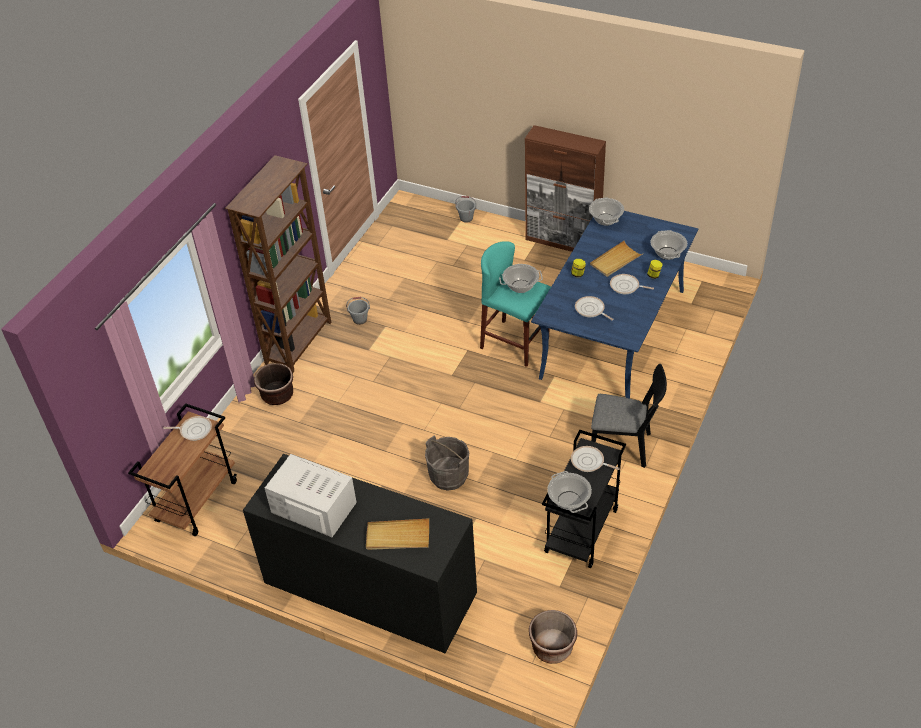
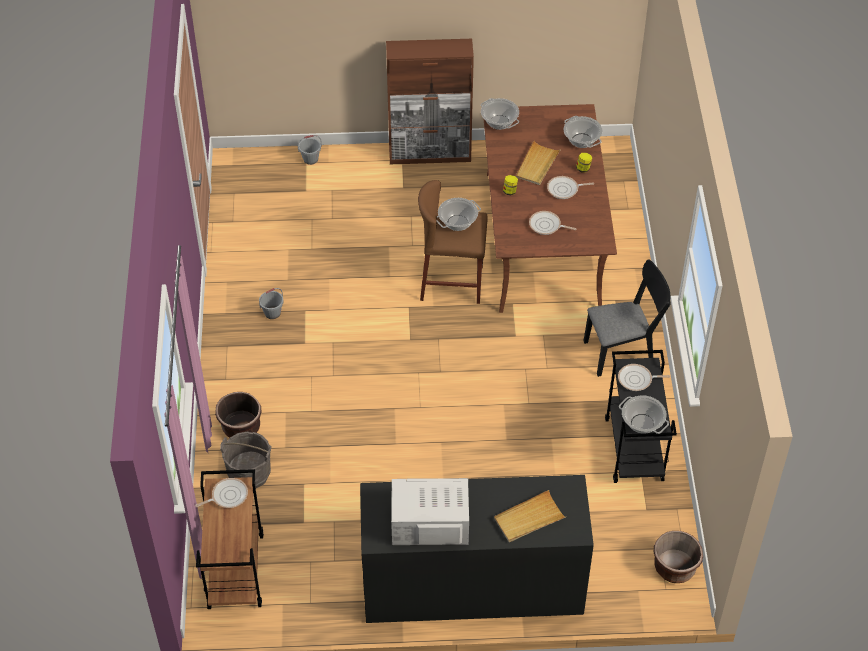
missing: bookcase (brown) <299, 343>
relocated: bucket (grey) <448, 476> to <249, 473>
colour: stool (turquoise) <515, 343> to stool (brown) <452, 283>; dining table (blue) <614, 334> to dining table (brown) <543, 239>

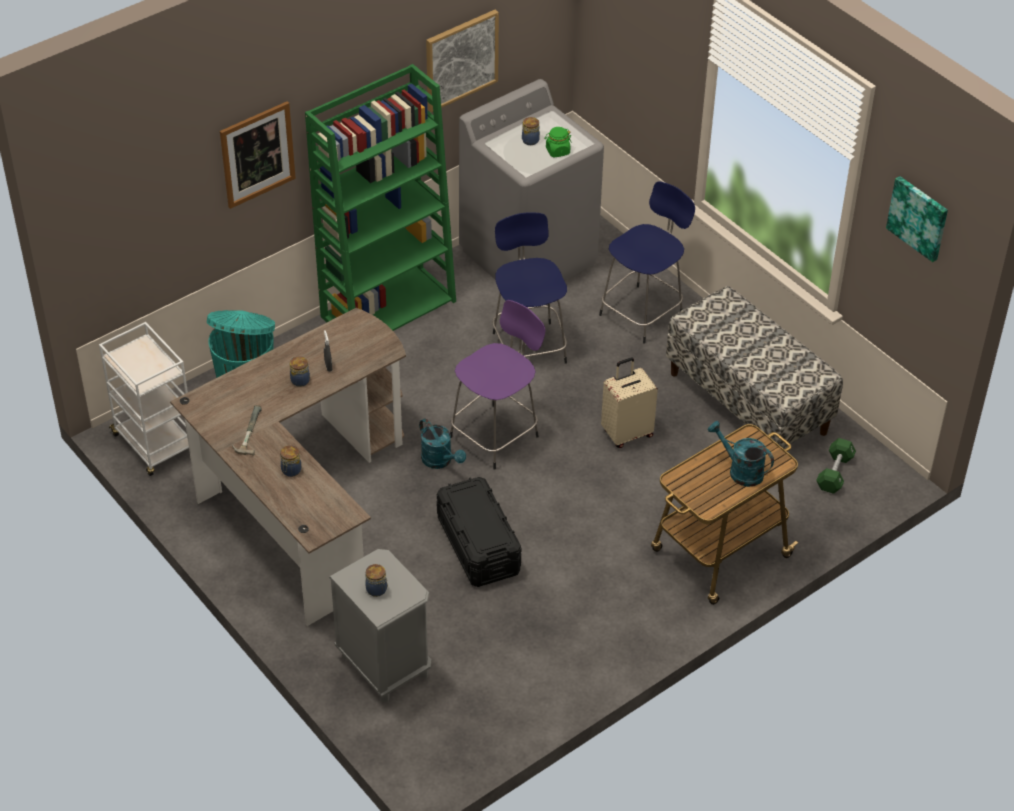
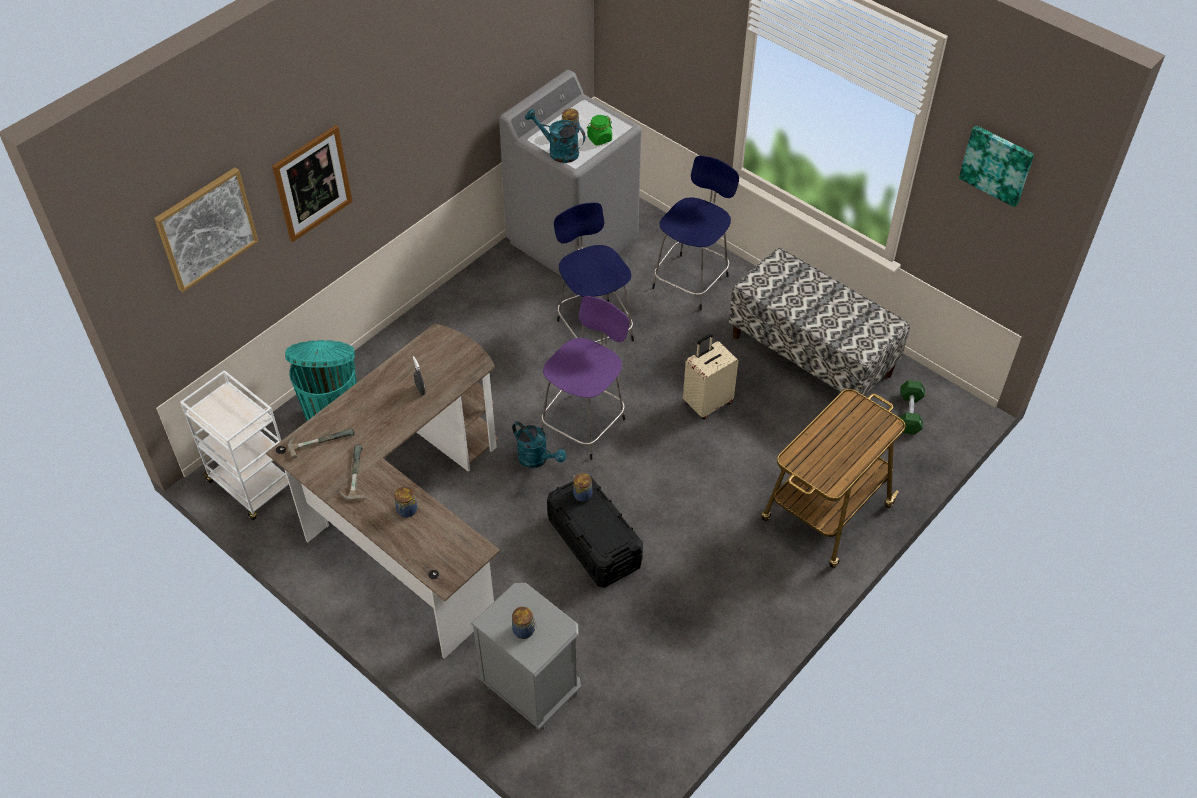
missing: bookcase (green) <389, 308>
appeared: hammer <320, 439>
relocated: picture <461, 59> to <206, 228>; watering can (turquoise) <740, 471> to <558, 151>; jar <299, 380> to <582, 494>

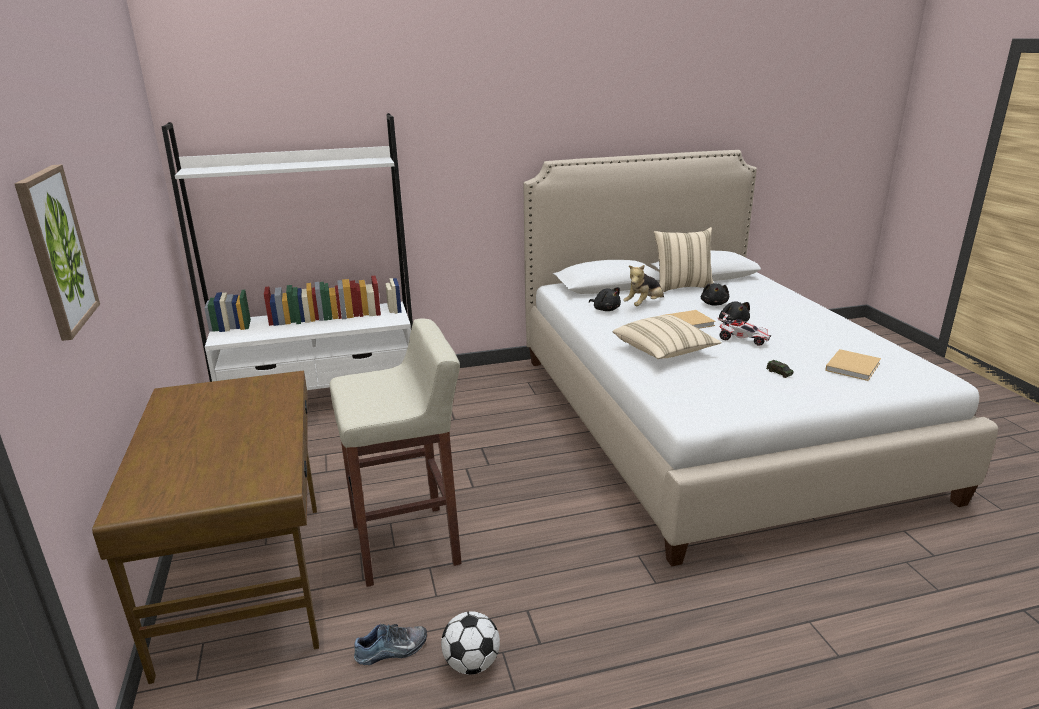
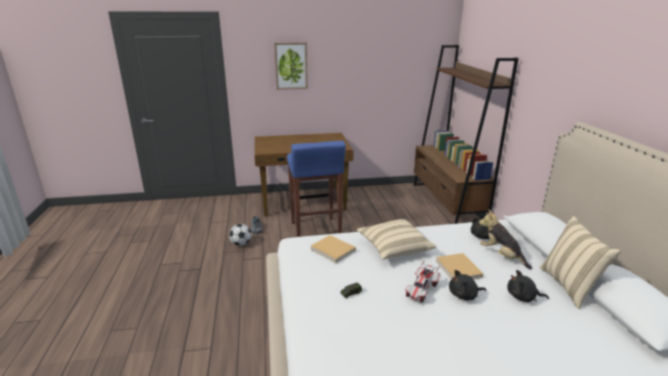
relocated: book (beige) <853, 366> to <333, 250>
colour: stool (beige) <407, 544> to stool (blue) <315, 230>; bookcase (white) <322, 399> to bookcase (brown) <447, 204>

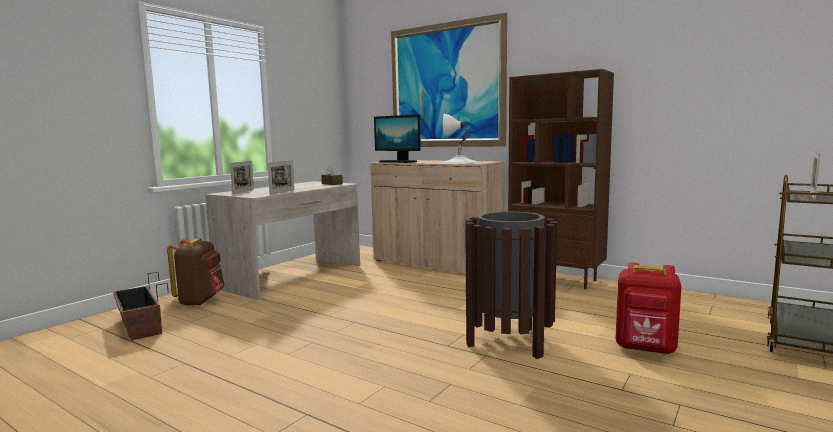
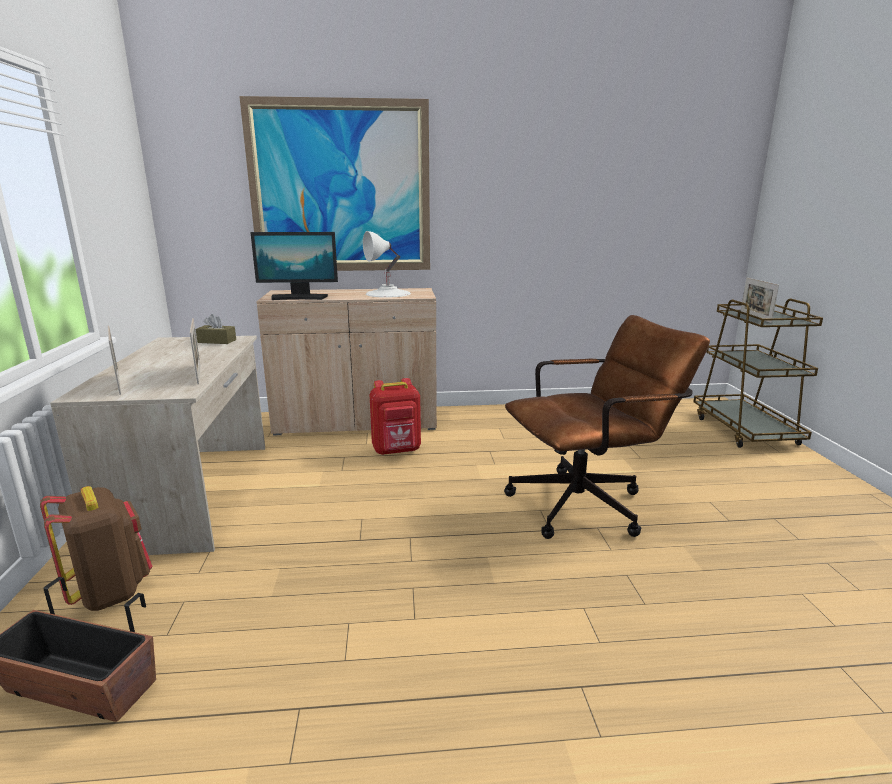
missing: bookcase (brown) <556, 279>
relocated: backpack (red) <645, 349> to <397, 451>
exchanged: trash can (brown) <509, 342> to office chair (brown) <588, 504>

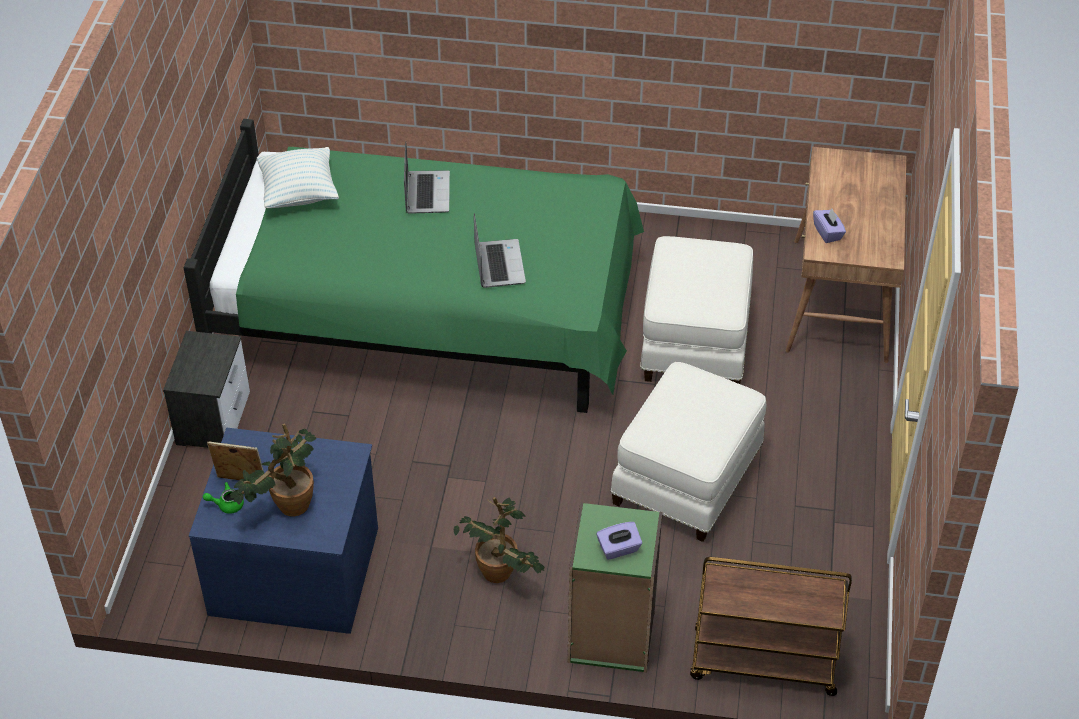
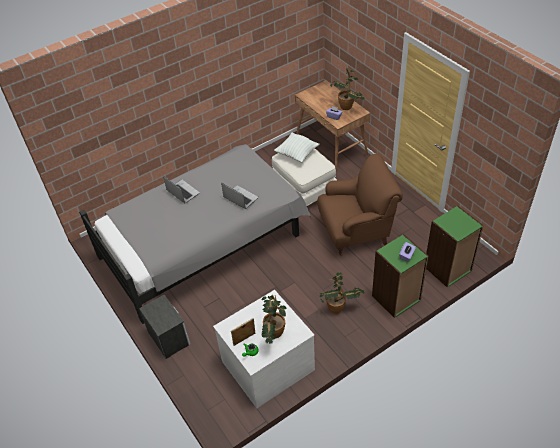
appeared: potted plant <347, 108>
relocated: pillow <299, 193> to <297, 154>
exchanged: ottoman (white) <688, 479> to armchair (brown) <356, 232>; cart (brown) <762, 663> to bookcase (green) <448, 269>
colour: bed (green) <430, 314> to bed (grey) <205, 242>; dresser (blue) <295, 568> to dresser (white) <267, 364>

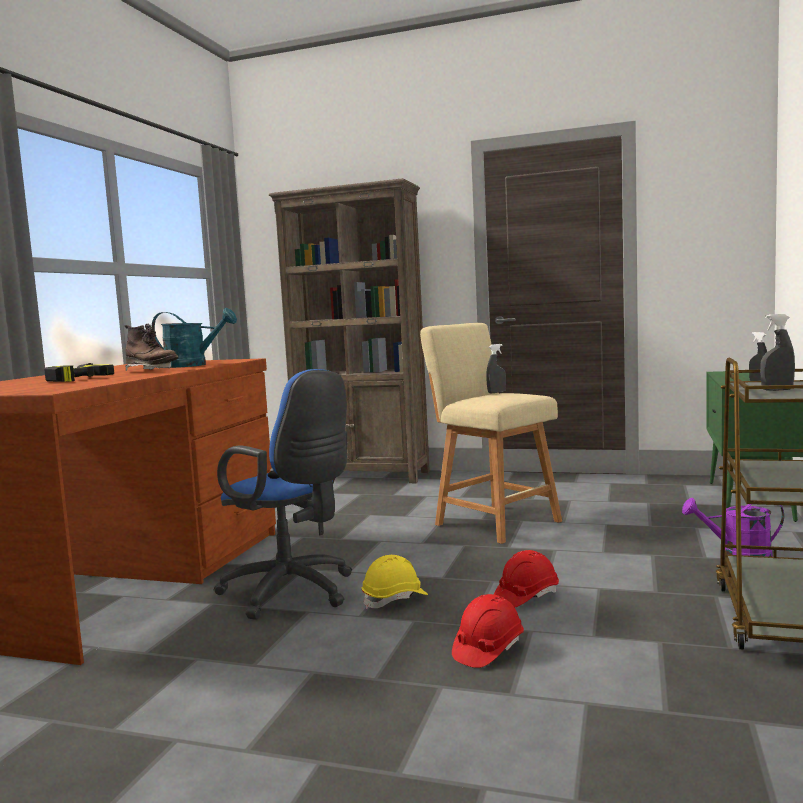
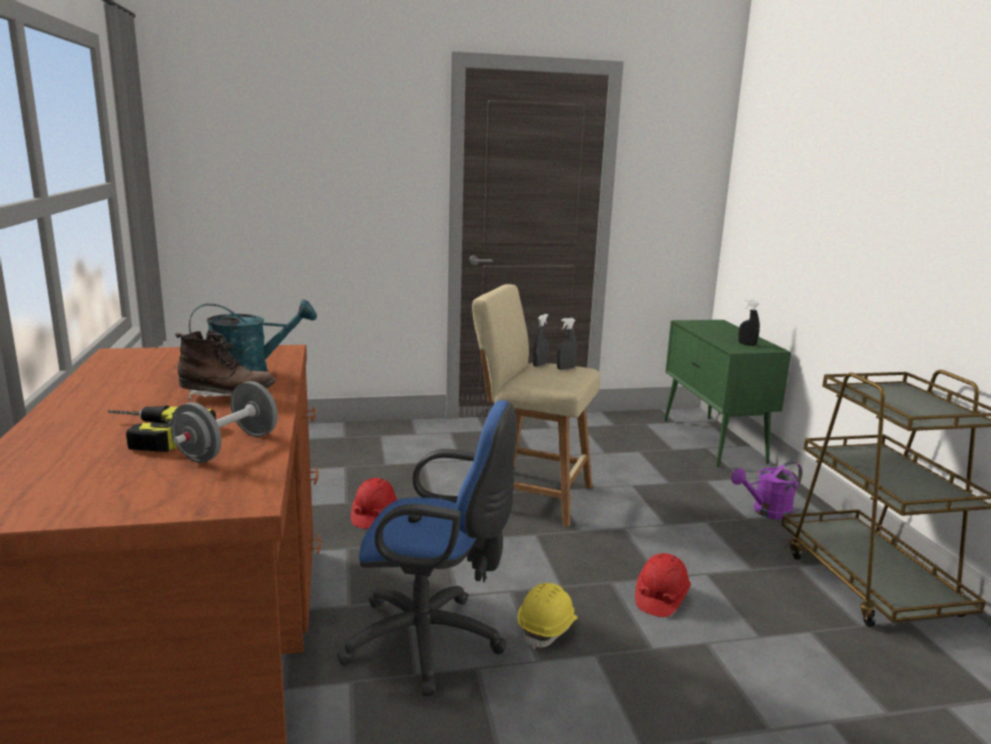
missing: bookcase (brown) <363, 476>
appeared: dumbbell (grey) <228, 447>
relocated: hard hat (red) <488, 649> to <373, 515>; spray bottle (grey) <777, 390> to <565, 368>

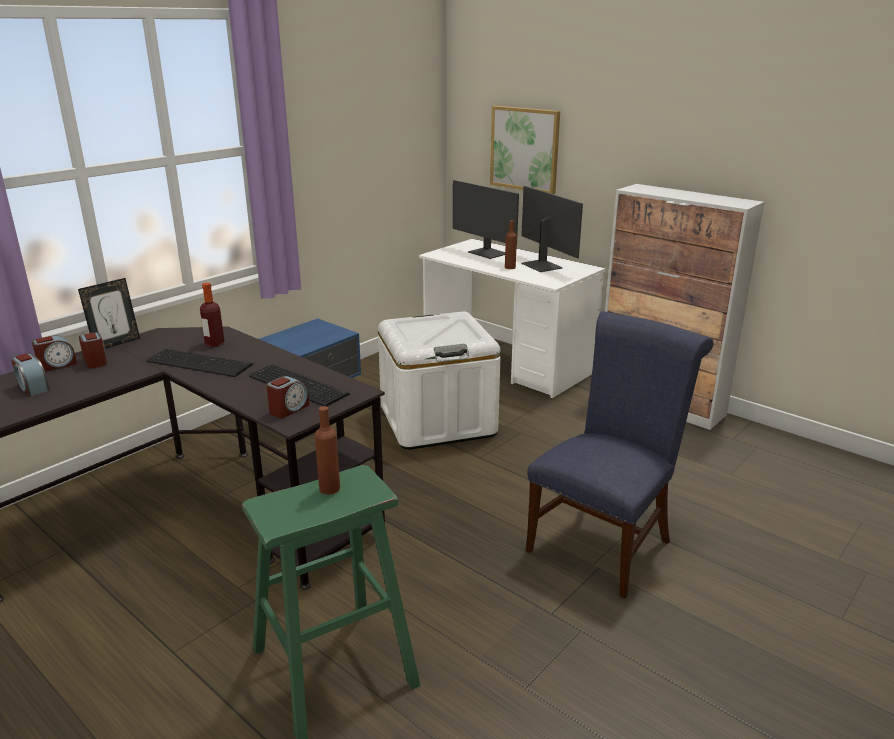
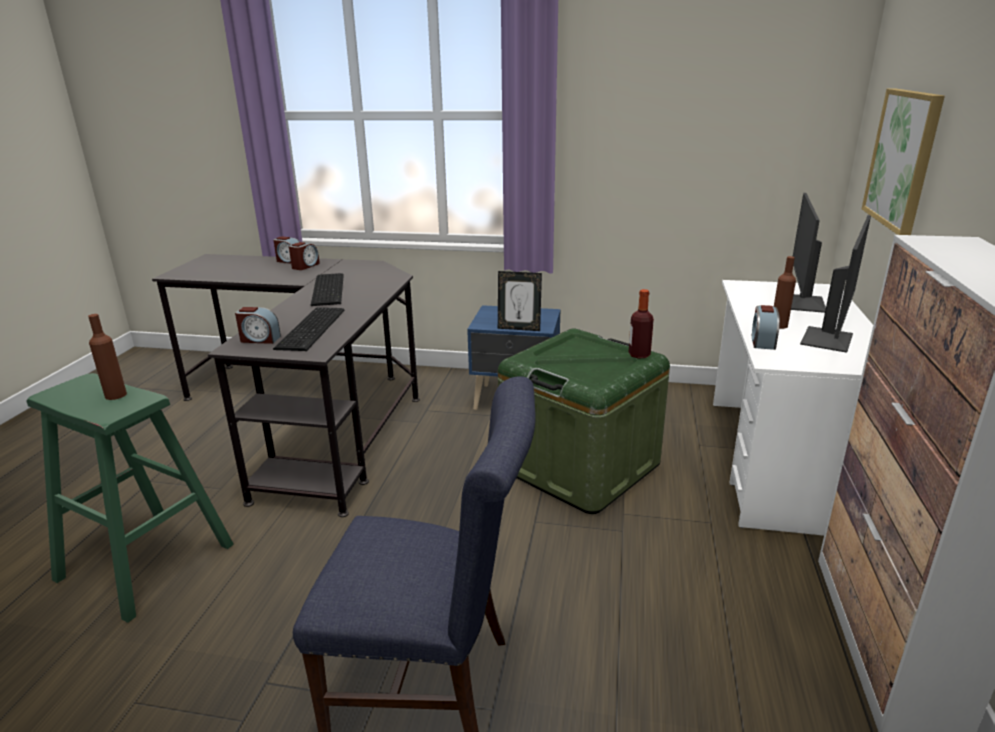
relocated: picture frame <116, 344> to <519, 328>; bottle <214, 343> to <639, 355>; alarm clock <33, 388> to <762, 341>
colour: storage box (white) <437, 421> to storage box (green) <579, 466>

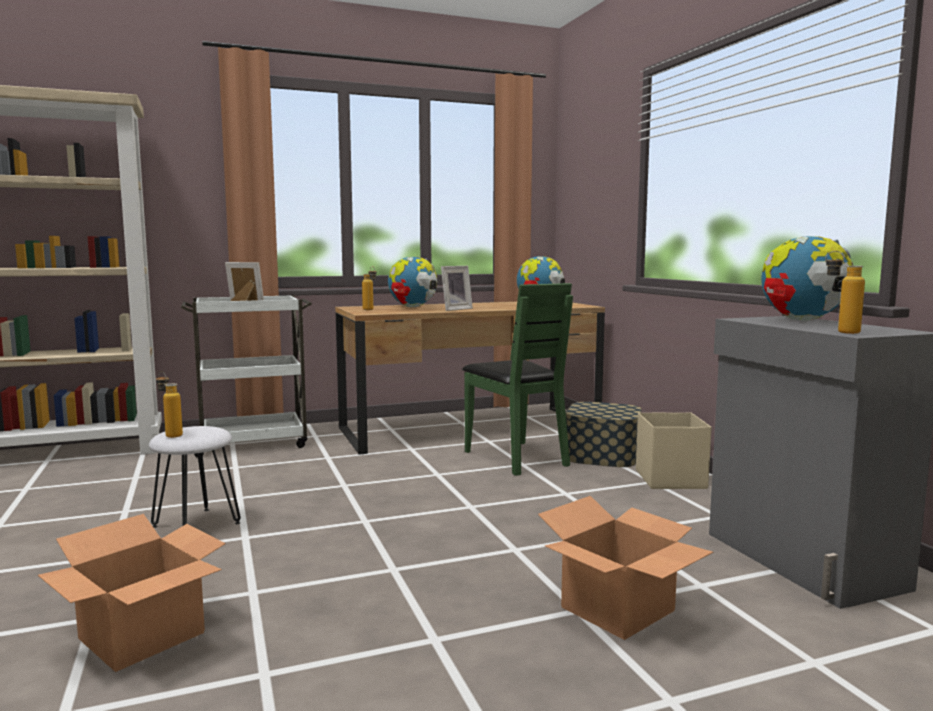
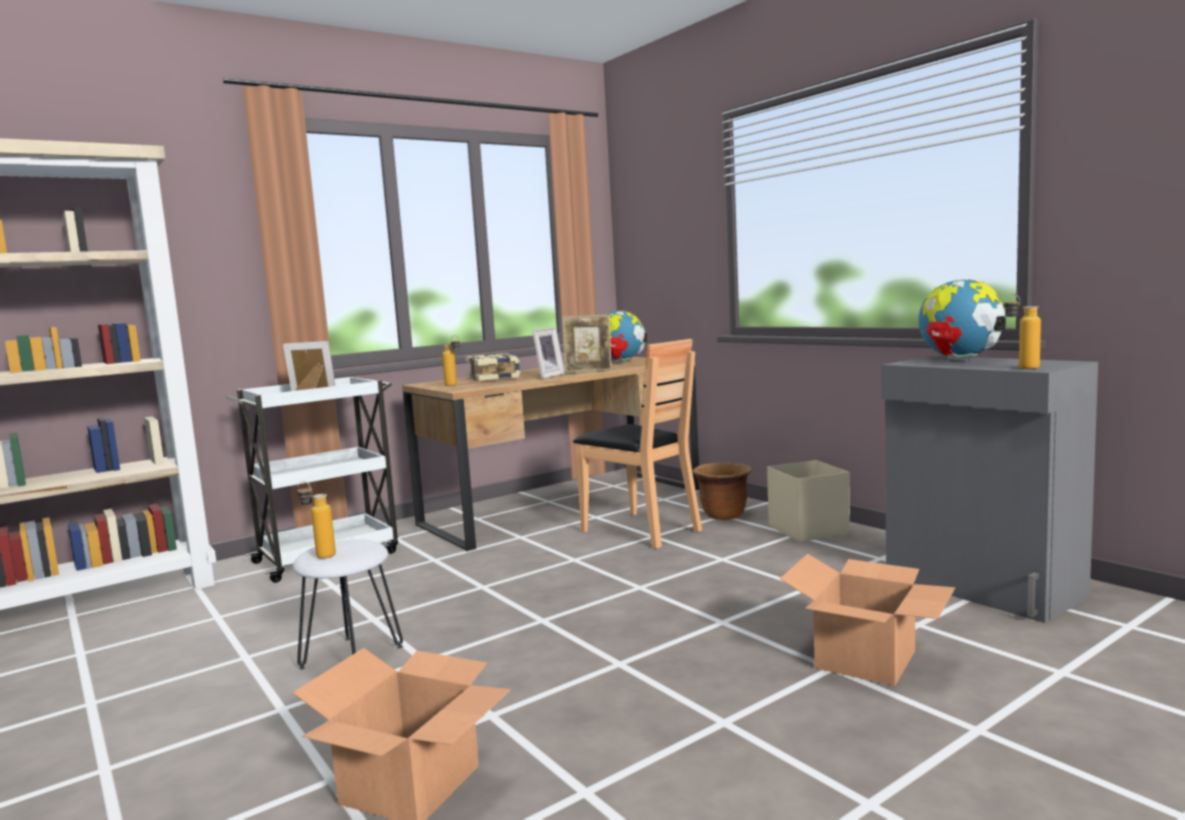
appeared: picture frame <588, 371>
exchanged: globe <413, 307> to book <494, 378>; storage box <602, 455> to planter (brown) <724, 515>
colour: chair (green) <516, 458> to chair (brown) <641, 530>

